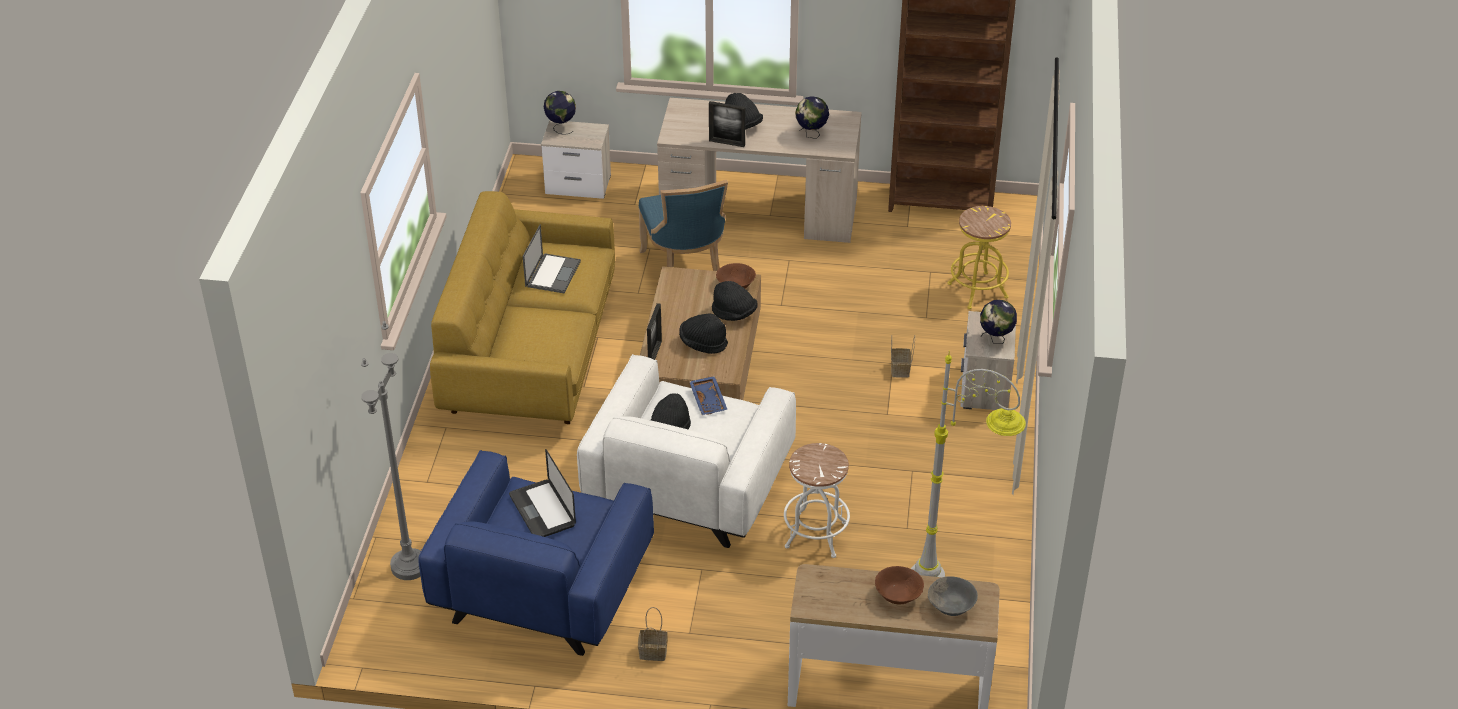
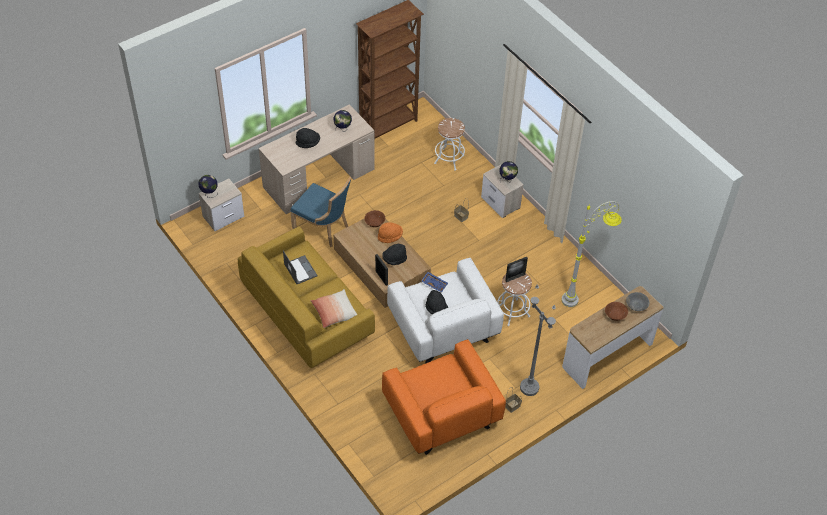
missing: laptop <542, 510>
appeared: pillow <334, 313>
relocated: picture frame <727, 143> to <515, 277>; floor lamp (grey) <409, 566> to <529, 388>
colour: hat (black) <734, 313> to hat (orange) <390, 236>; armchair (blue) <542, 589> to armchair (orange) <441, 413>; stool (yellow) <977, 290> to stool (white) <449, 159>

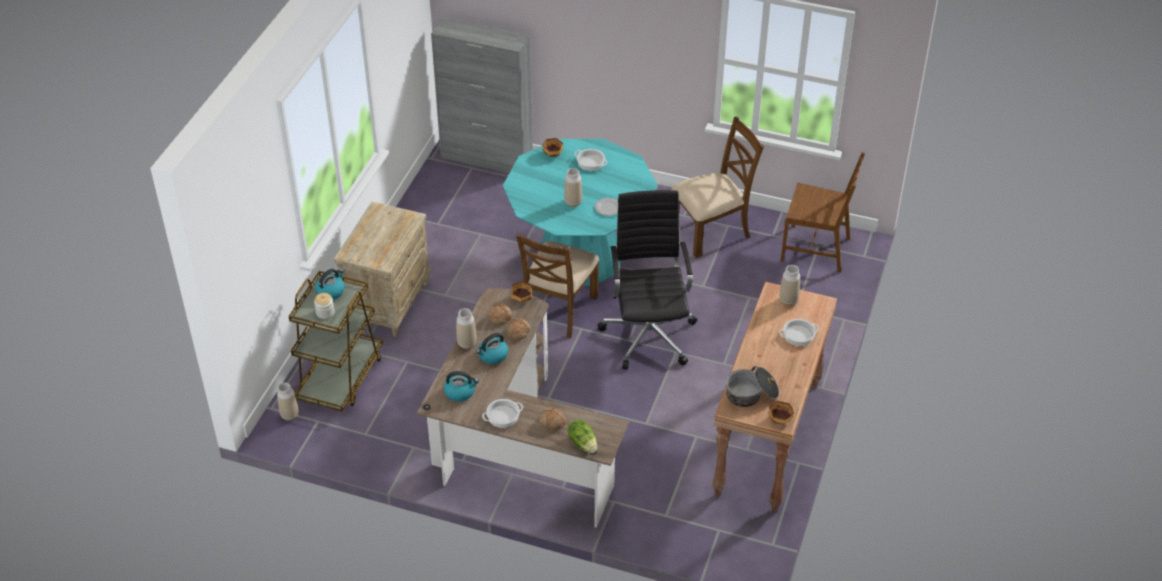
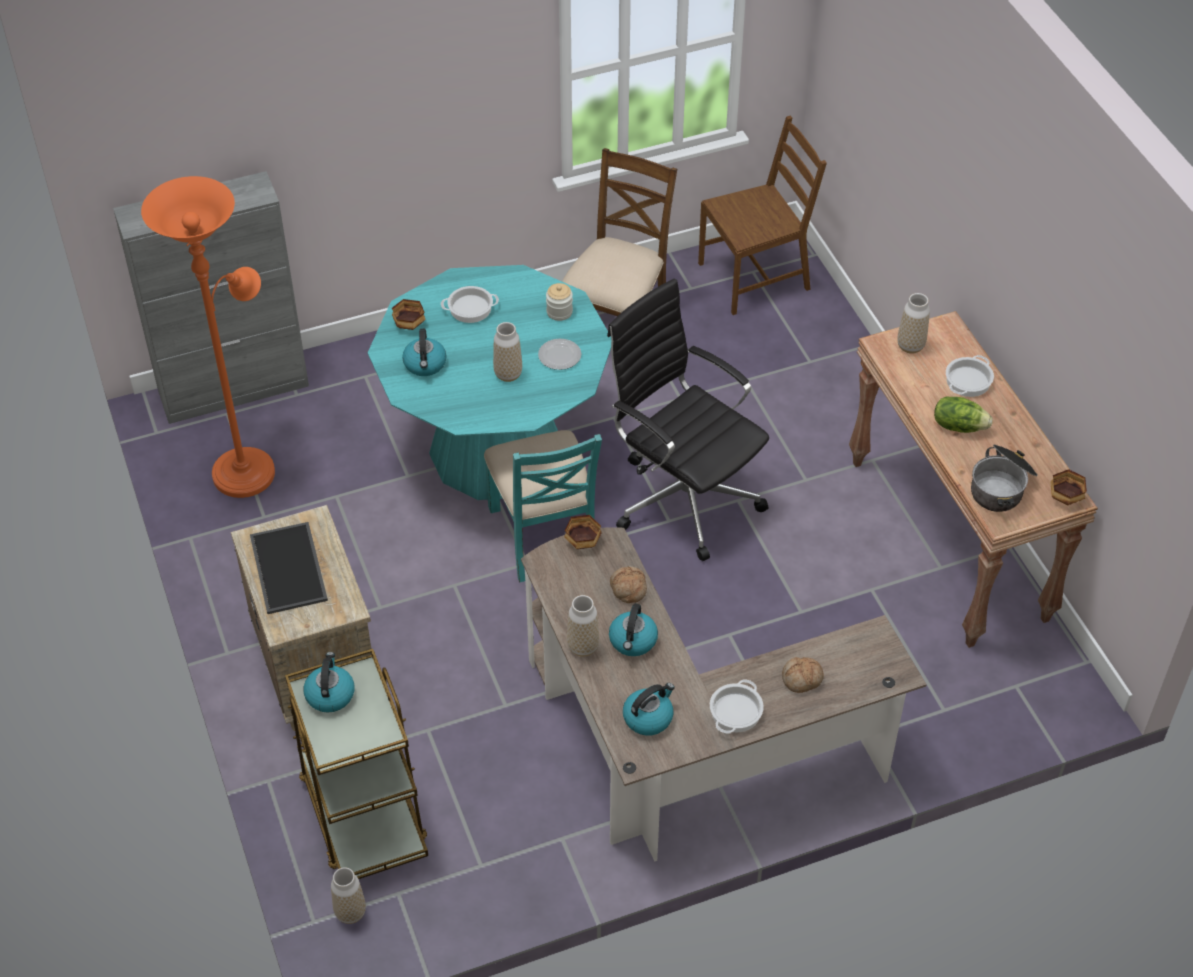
missing: bread <500, 317>
appeared: floor lamp (orange) <247, 468>; tray <290, 568>; kettle <425, 364>
relocated: jar <325, 312> to <559, 312>; lettuce <583, 443> to <958, 425>
colour: chair (brown) <558, 310> to chair (turquoise) <545, 535>

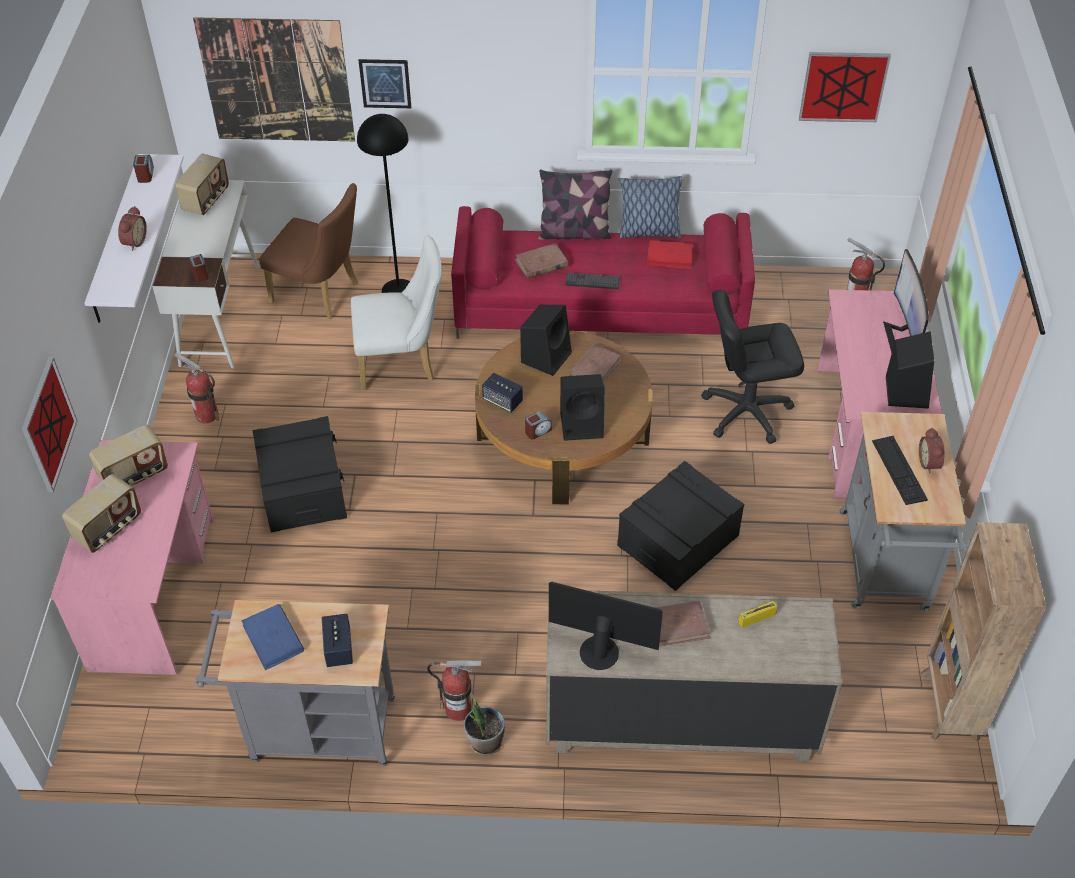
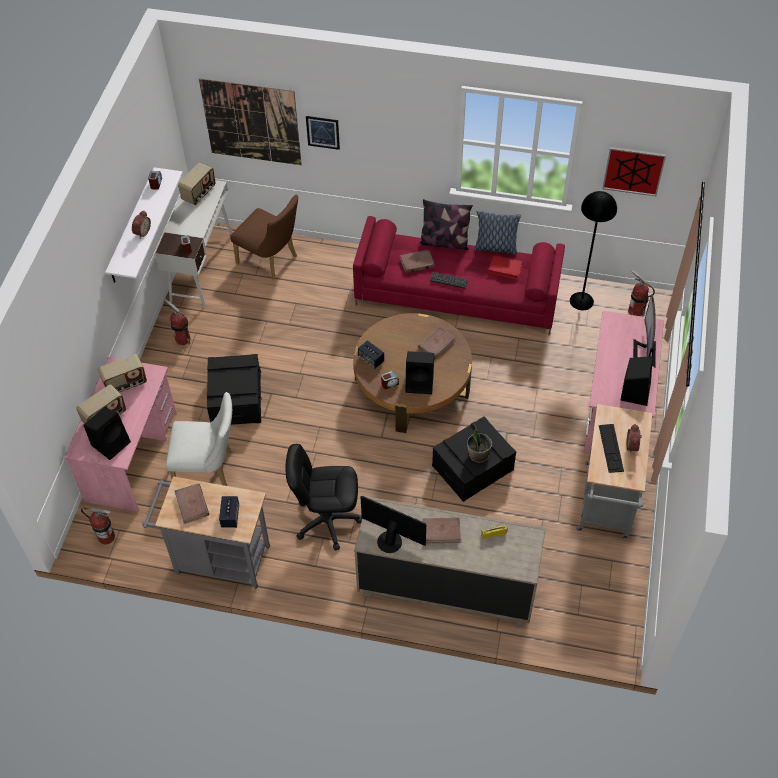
missing: picture <48, 424>; bookcase (brown) <949, 707>
relocated: fire extinguisher <458, 709> to <106, 537>; speaker (black) <546, 356> to <111, 442>; chair (white) <403, 362> to <209, 469>; office chair (black) <746, 411> to <327, 520>; potted plant <485, 742> to <478, 455>; floor lamp (black) <399, 290> to <581, 301>
colour: book (blue) <273, 639> to book (brown) <192, 504>

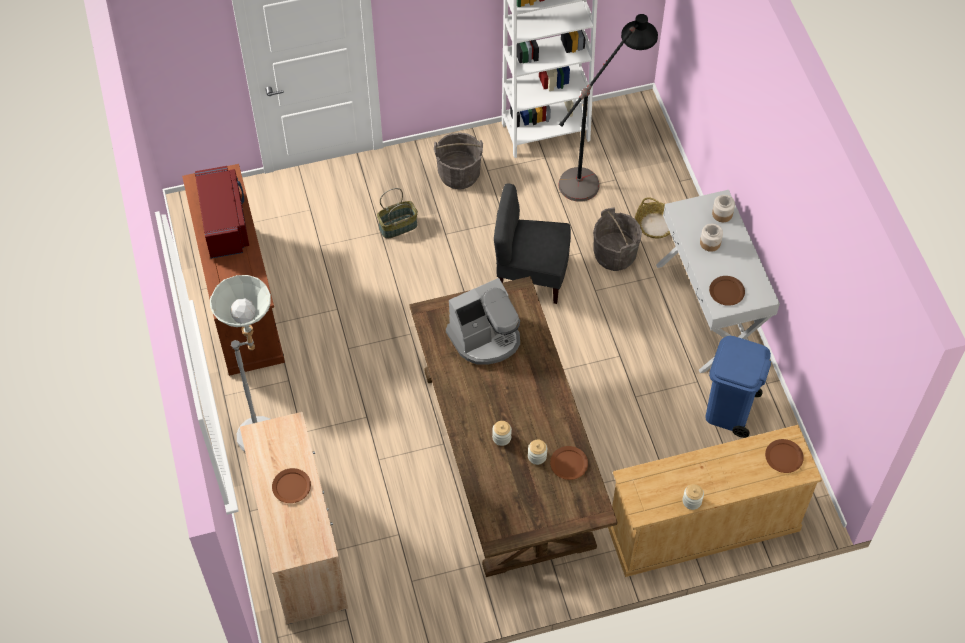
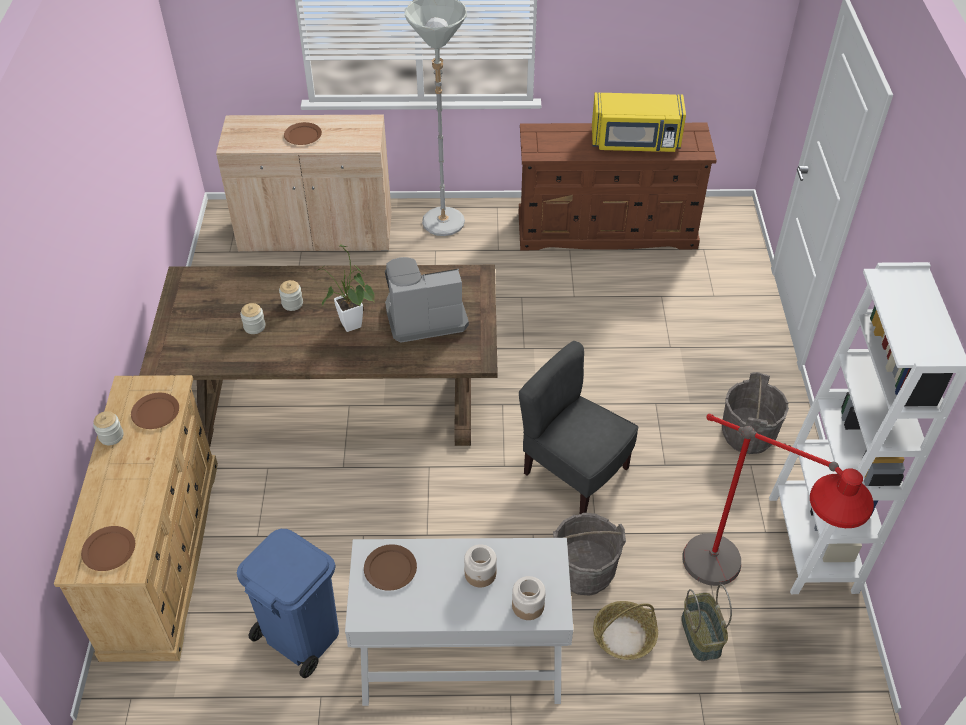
appeared: potted plant <352, 328>
relocated: plate (brown) <569, 463> to <156, 413>; basket <398, 226> to <702, 635>
colour: microwave (red) <225, 224> to microwave (yellow) <635, 142>; floor lamp (black) <598, 168> to floor lamp (red) <739, 591>
spun: coffee machine <485, 338> = <424, 315> 90 degrees clockwise; chair (grey) <531, 275> = <574, 472> 75 degrees counterclockwise

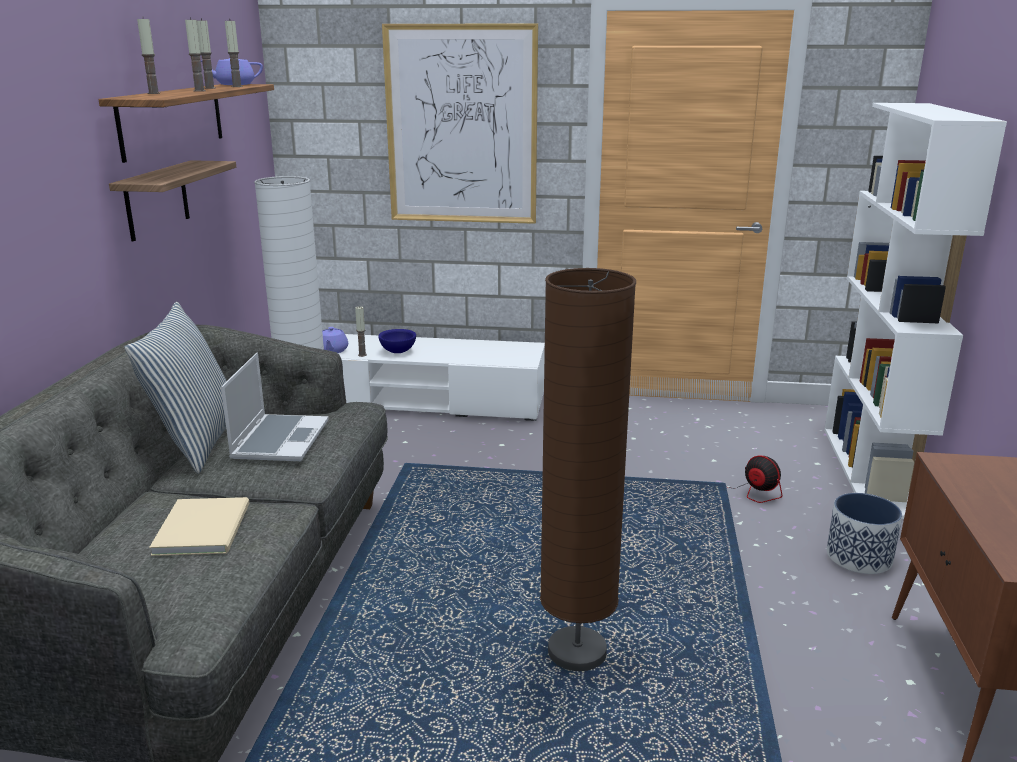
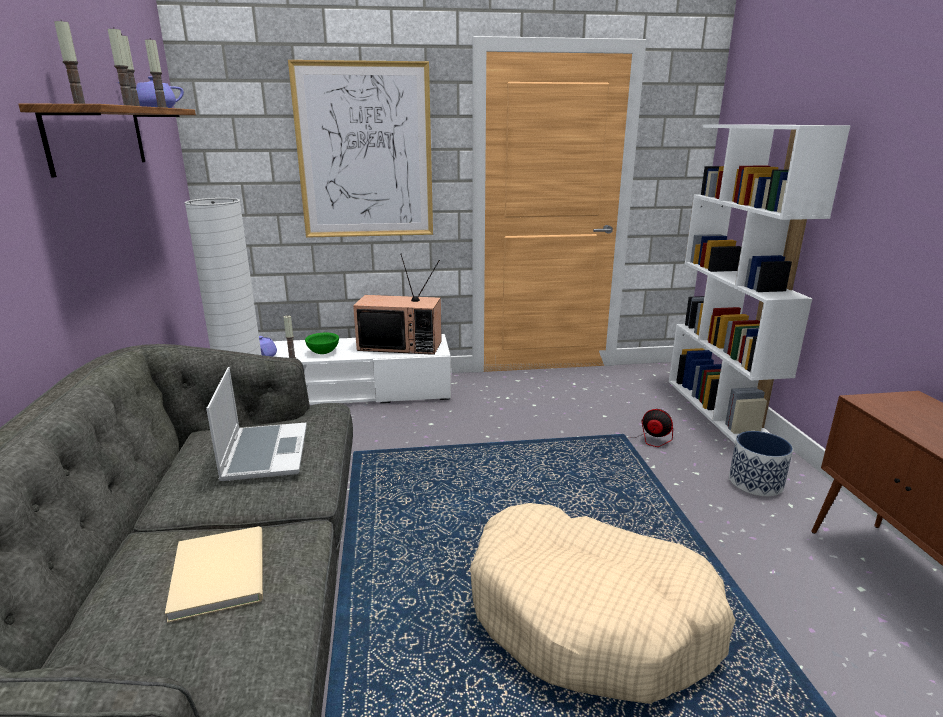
missing: shelf <157, 200>; pillow <195, 443>
appeared: television <401, 345>
exchanged: floor lamp (brown) <576, 653> to dog bed (beige) <590, 617>
colour: bowl (blue) <398, 351> to bowl (green) <323, 352>

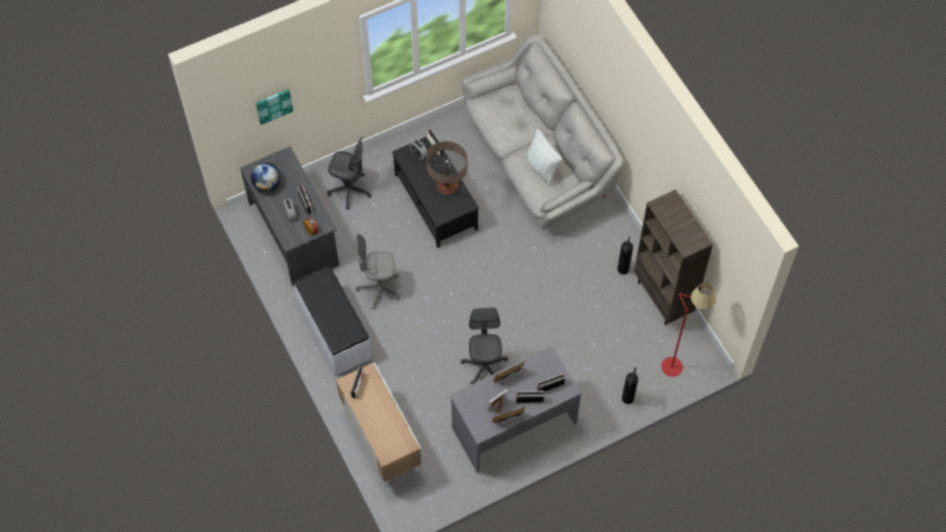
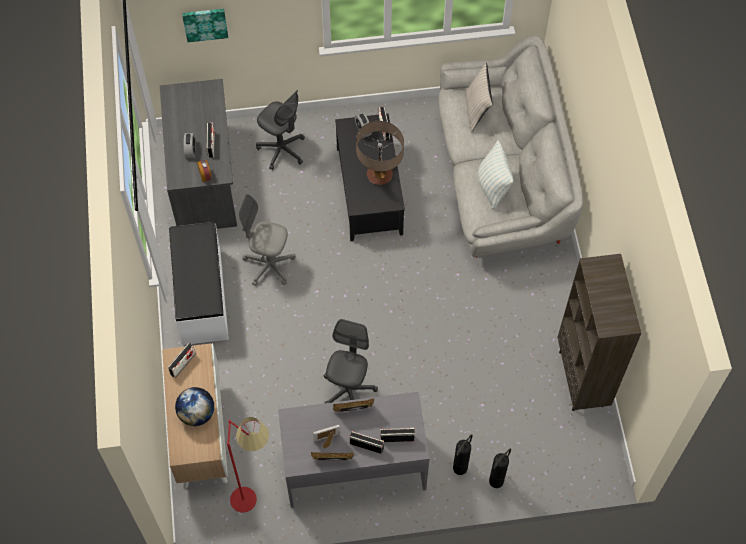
appeared: pillow (beige) <477, 111>
relocated: globe <267, 185> to <197, 414>; floor lamp (red) <679, 361> to <255, 496>; fire extinguisher <623, 268> to <460, 467>

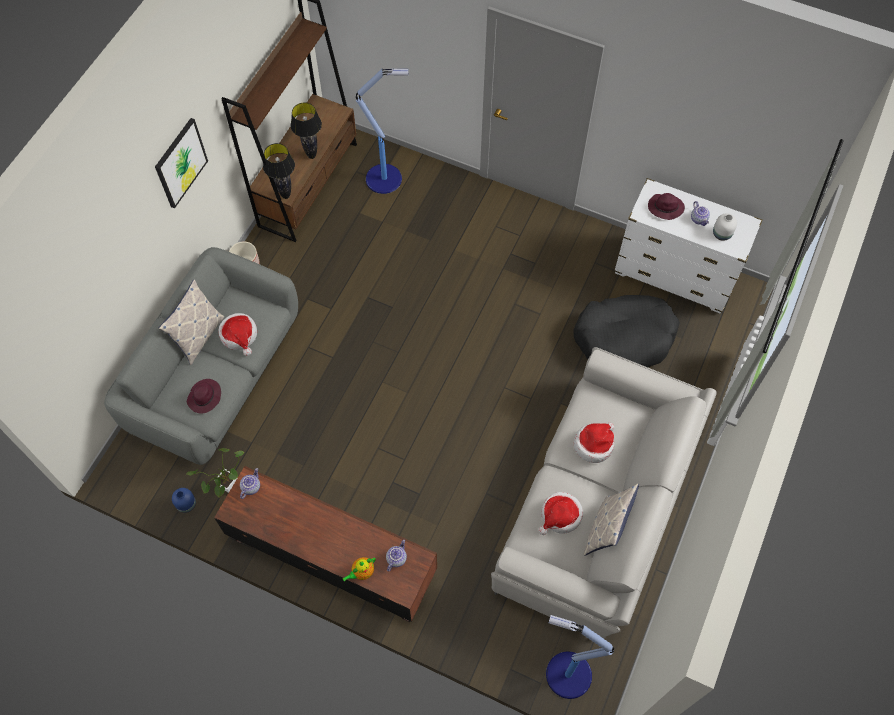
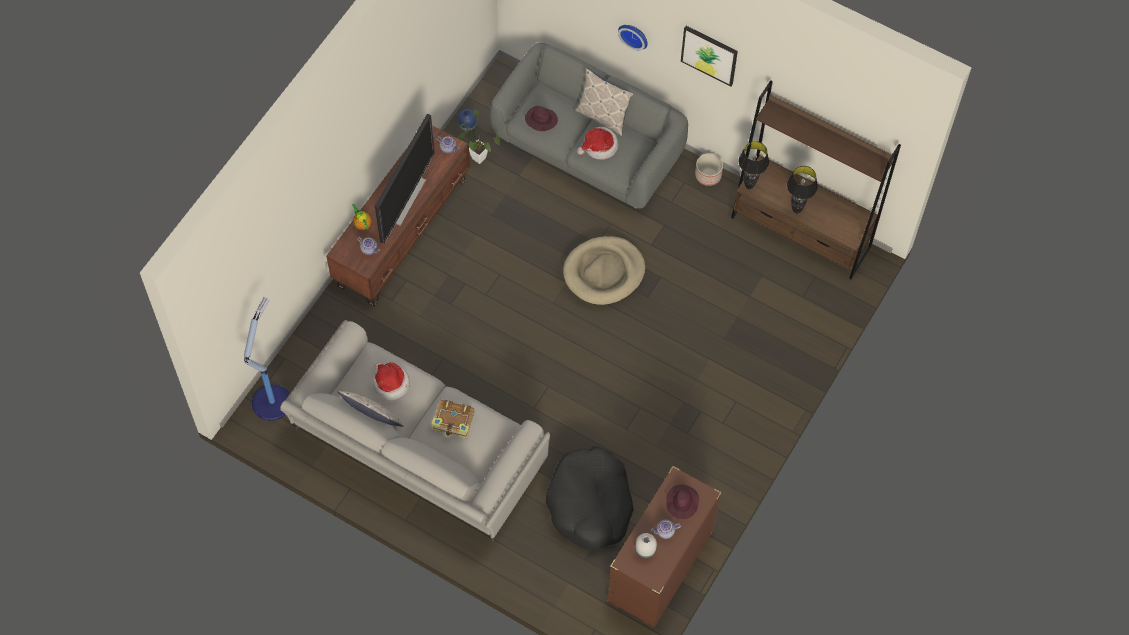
missing: floor lamp <385, 178>
appeared: television <405, 199>; dog bed (beige) <604, 272>; wall clock <634, 35>
exchanged: hat <594, 444> to book <454, 422>
colour: dresser (white) <675, 275> to dresser (brown) <660, 567>

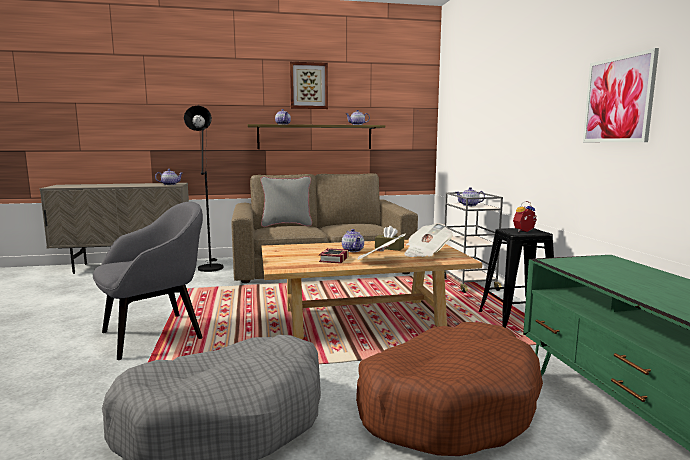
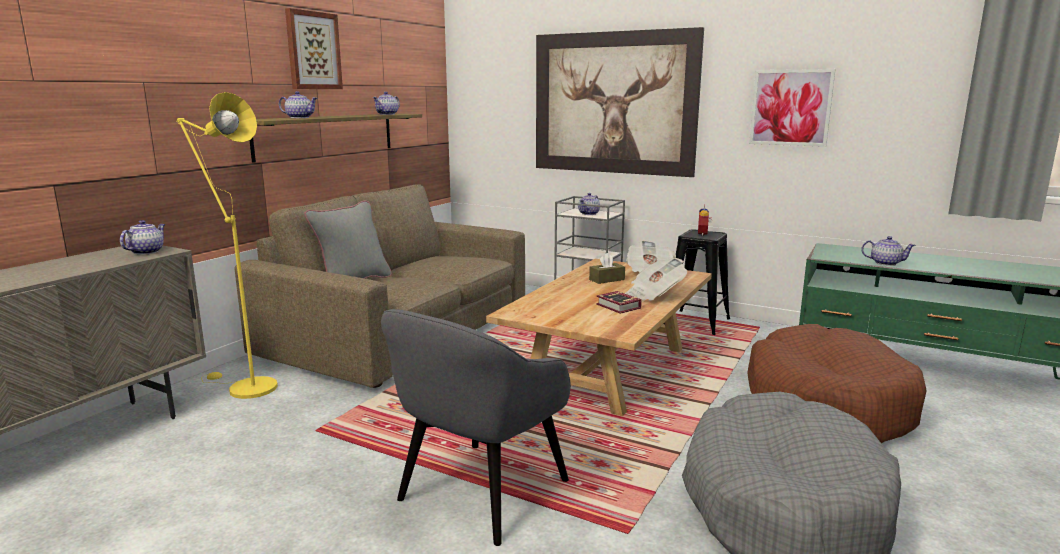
appeared: picture <613, 103>
relocated: teapot <353, 250> to <885, 263>
colour: floor lamp (black) <210, 267> to floor lamp (yellow) <245, 387>
spun: armchair (grey) <155, 334> = <481, 492> 150 degrees counterclockwise

